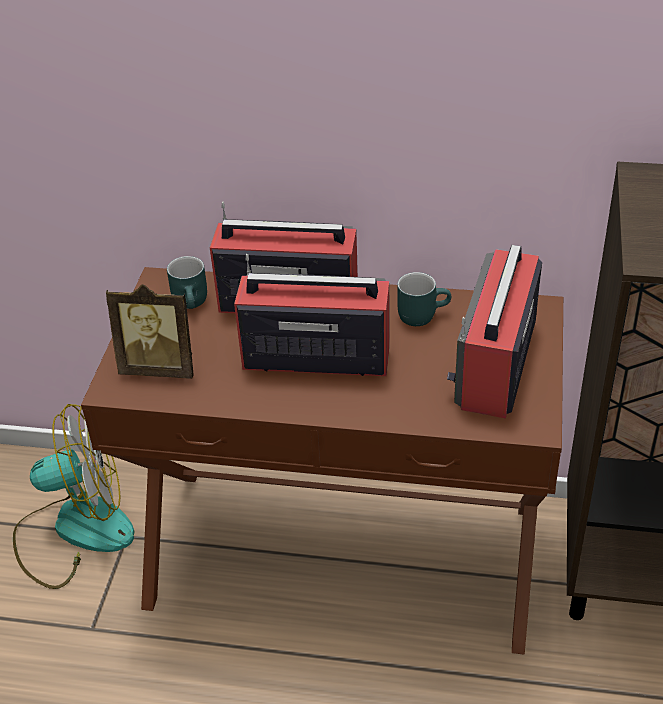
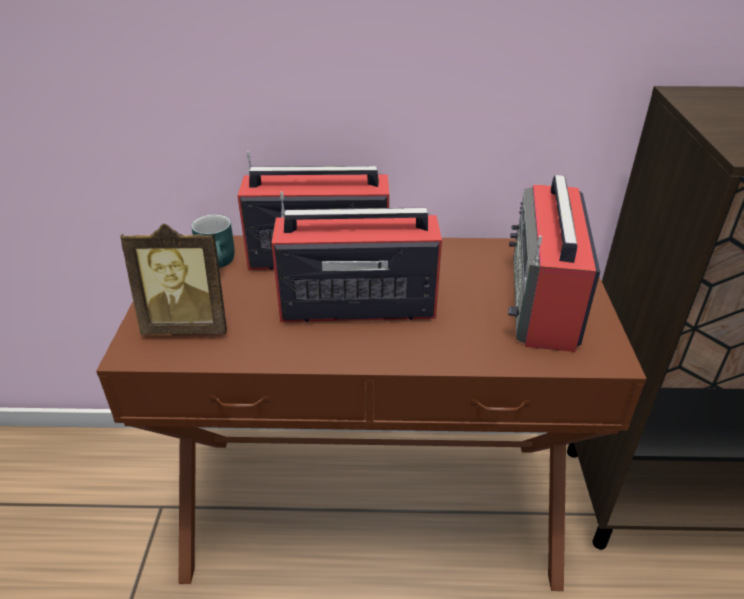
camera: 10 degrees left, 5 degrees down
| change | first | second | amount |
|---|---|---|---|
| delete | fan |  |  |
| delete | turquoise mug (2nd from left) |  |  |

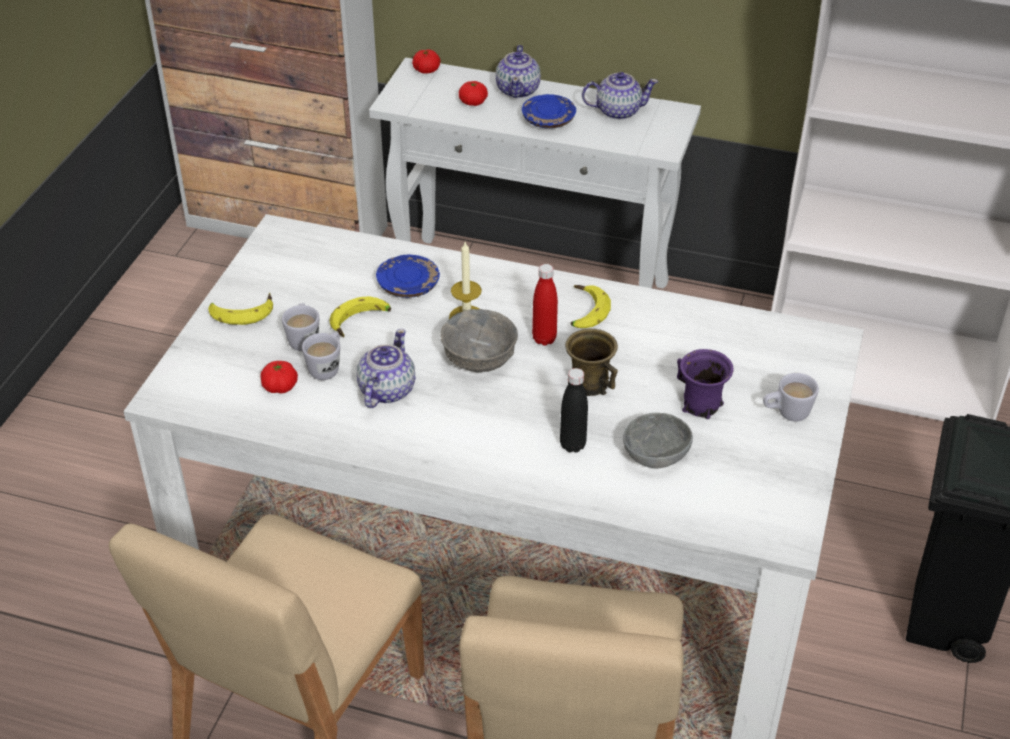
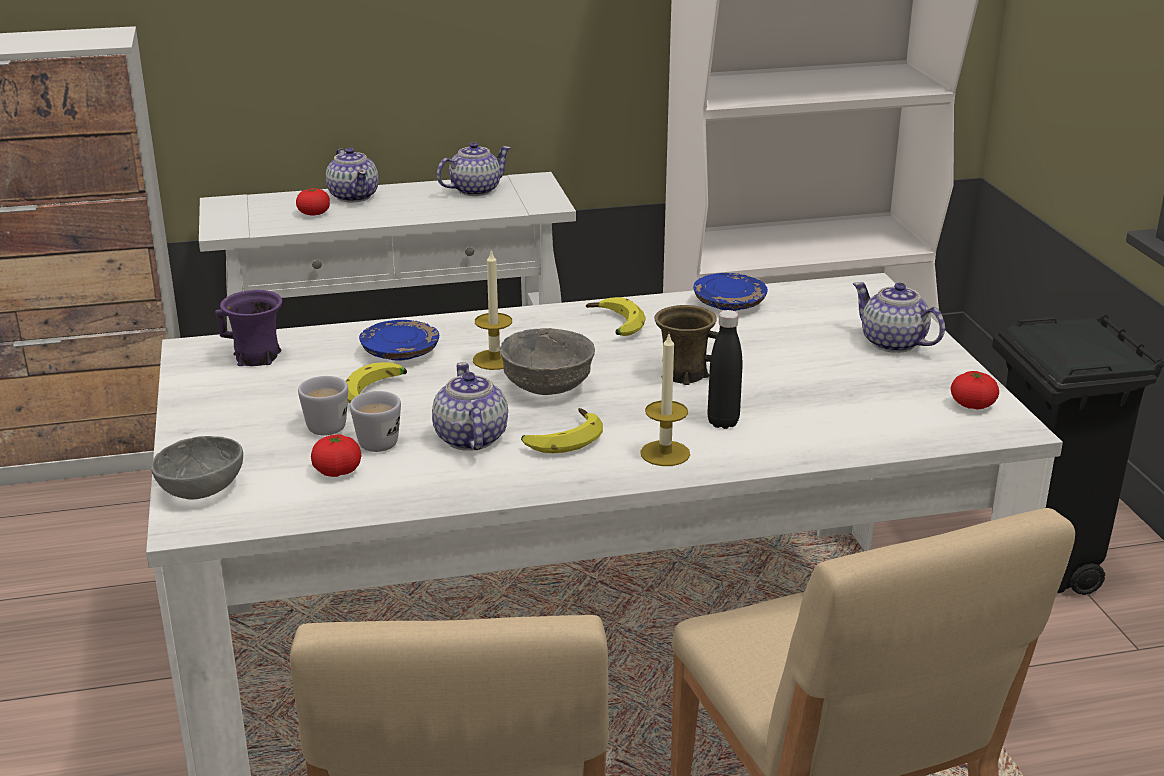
camera: 30 degrees left, 15 degrees down
| change | first | second | amount |
|---|---|---|---|
| move | banana (1st from left in the first image) | banana (2nd from left) |  |
| move | tomato (2nd from left in the first image) | tomato (3rd from left) |  |
| move | blue plate (2nd from left) |  |  |
| delete | red bottle |  |  |
| move | grey bowl (2nd from left in the first image) | grey bowl (1st from left) |  |
| move | purple mug |  |  |
| replace | white mug (3rd from left) | teapot (4th from left) |  |
| insert |  | candle (2nd from left) |  |

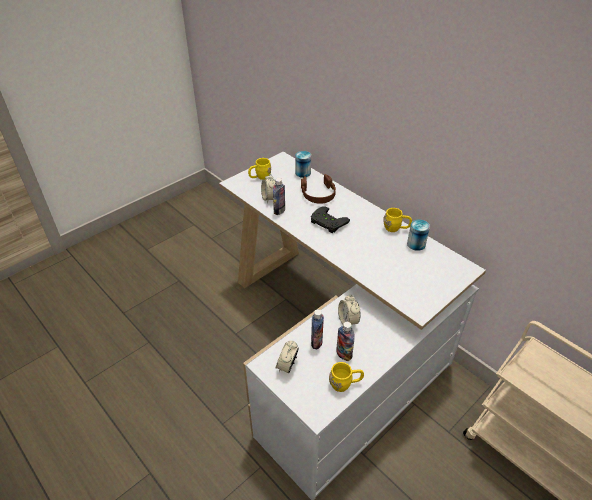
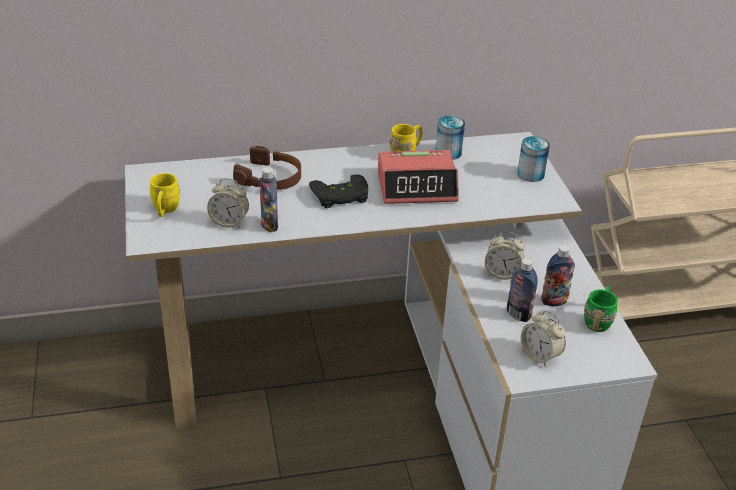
camera: 60 degrees left, 5 degrees down
| change | first | second | amount |
|---|---|---|---|
| move | can (1st from left in the first image) | can (2nd from left) |  |
| recolor | yellow mug (2nd from left) | green mug |  |
| insert |  | alarm clock (2nd from left) |  |

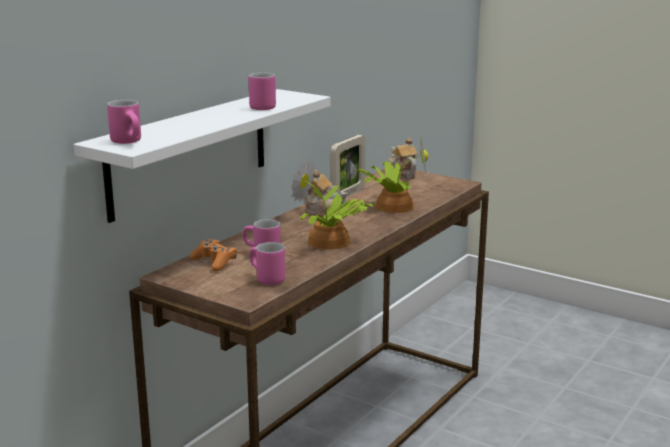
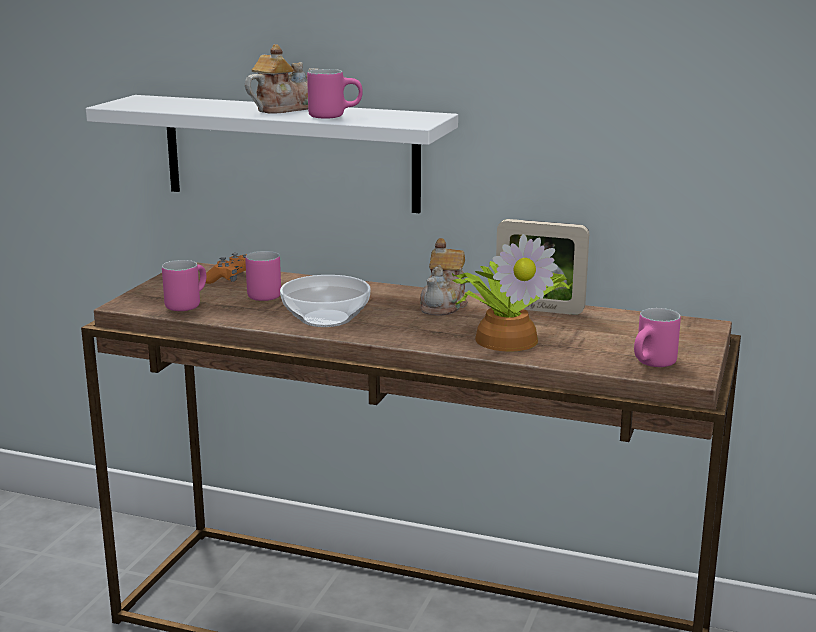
camera: 75 degrees right, 0 degrees up
| change | first | second | amount |
|---|---|---|---|
| move | pink mug (1st from left in the first image) | pink mug (4th from left) |  |
| replace | potted plant (1st from left) | bowl |  |
| move | teapot (2nd from left in the first image) | teapot (1st from left) |  |

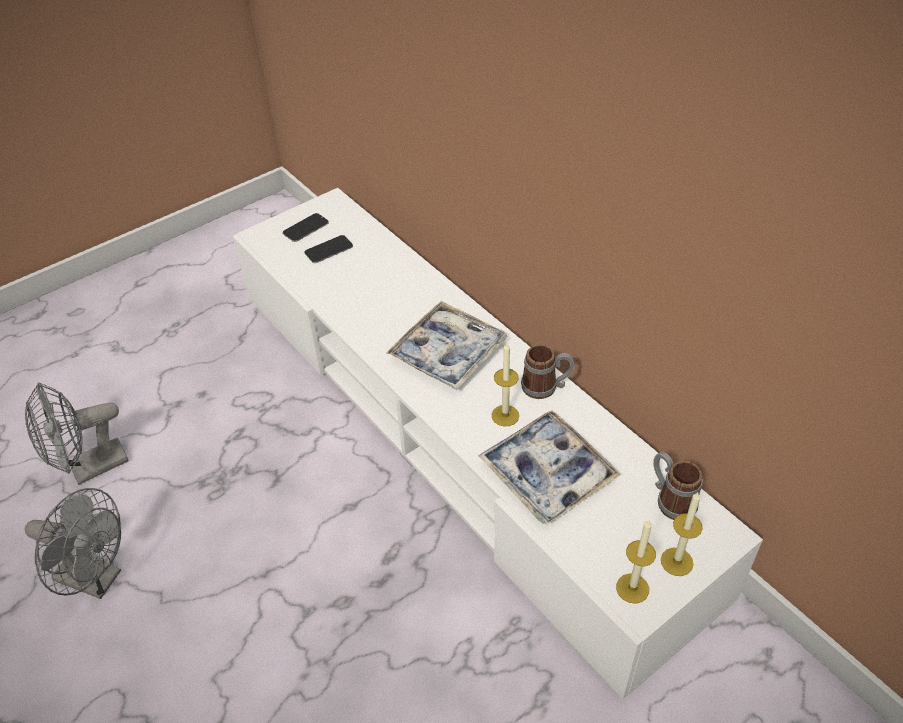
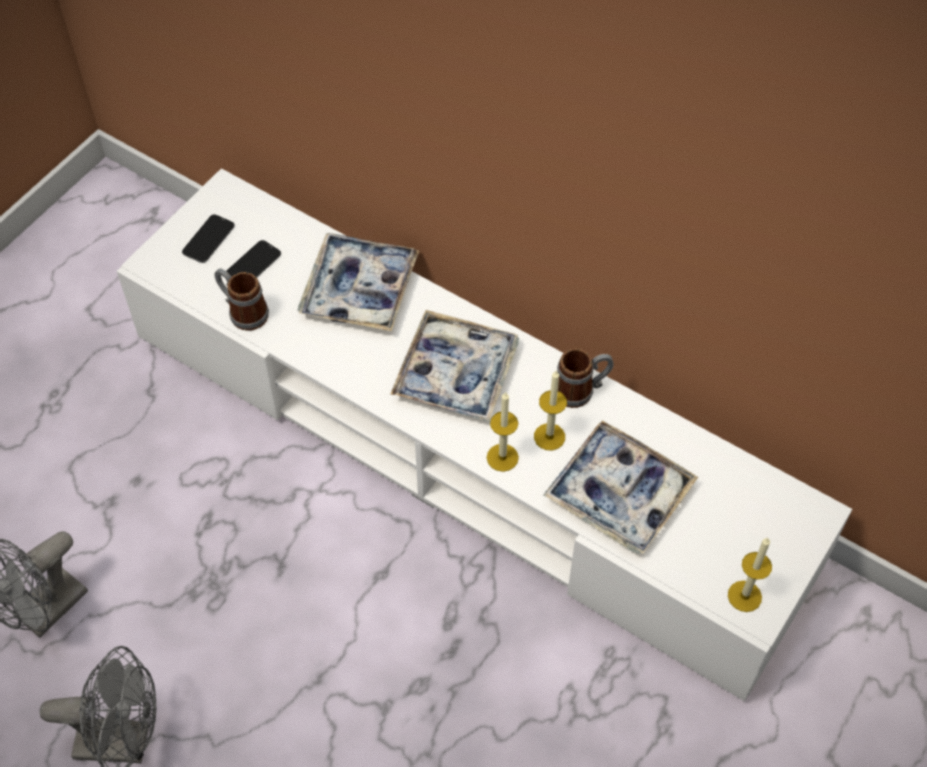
camera: 20 degrees left, 10 degrees up
| change | first | second | amount |
|---|---|---|---|
| move | mug (2nd from left in the first image) | mug (1st from left) |  |
| move | candle (3rd from left in the first image) | candle (1st from left) |  |
| insert |  | tray (1st from left) |  |

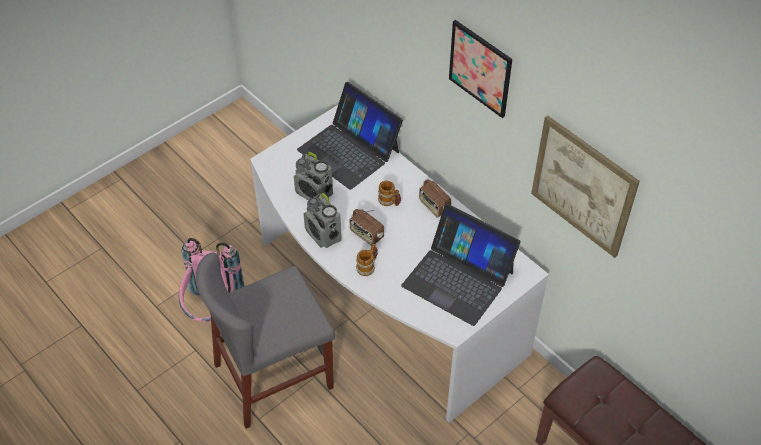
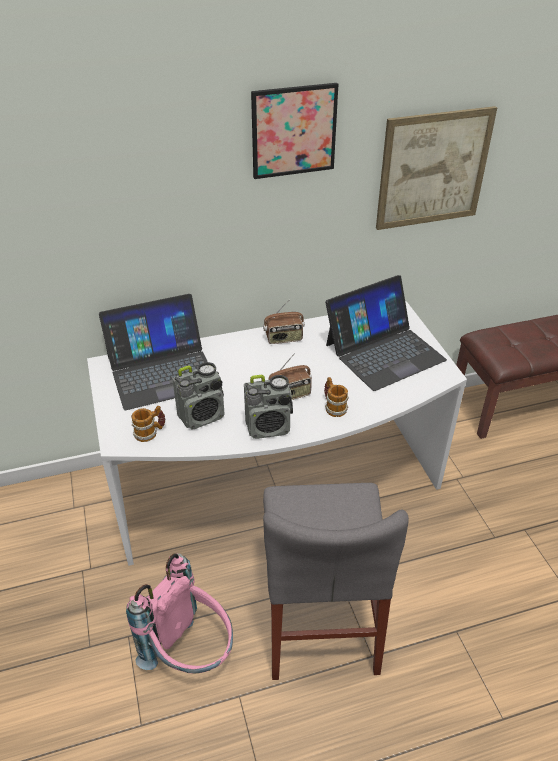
camera: 65 degrees left, 10 degrees down
| change | first | second | amount |
|---|---|---|---|
| move | mug (2nd from left in the first image) | mug (1st from left) |  |

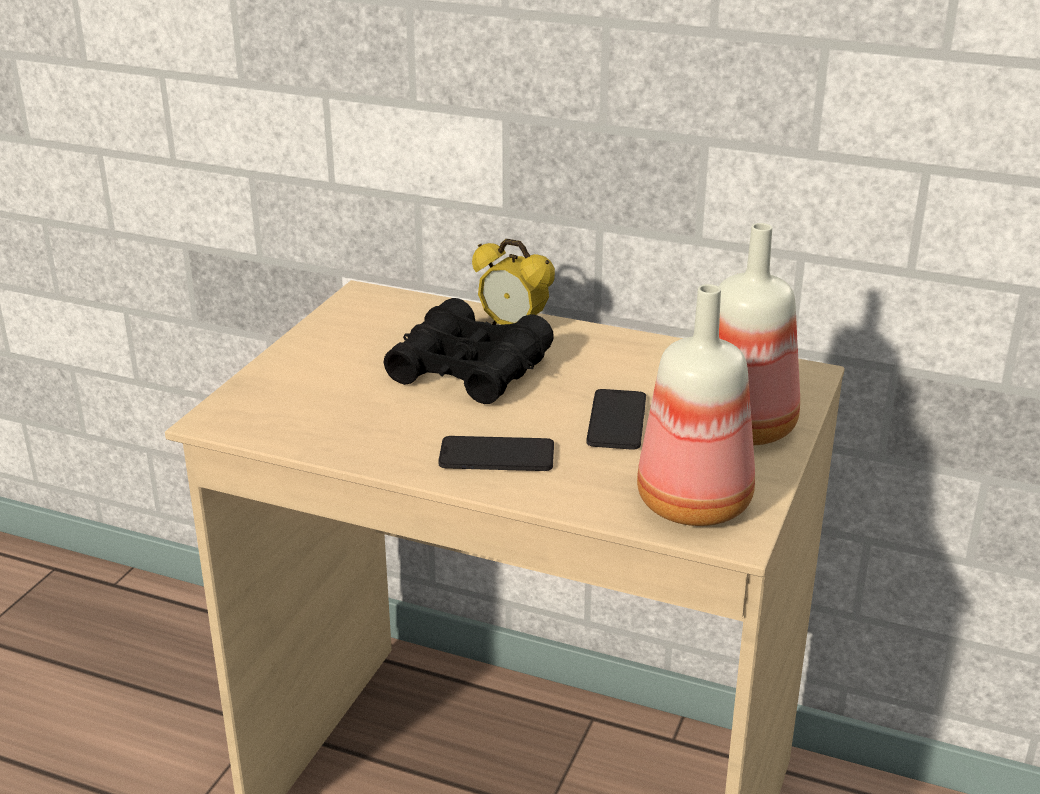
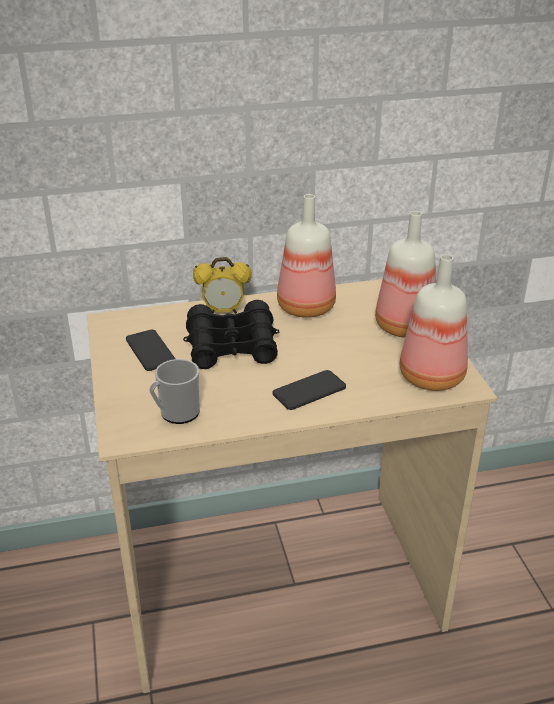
camera: 35 degrees left, 5 degrees up
| change | first | second | amount |
|---|---|---|---|
| move | phone (2nd from left in the first image) | phone (1st from left) |  |
| insert |  | mug |  |
| insert |  | bottle (1st from left) |  |

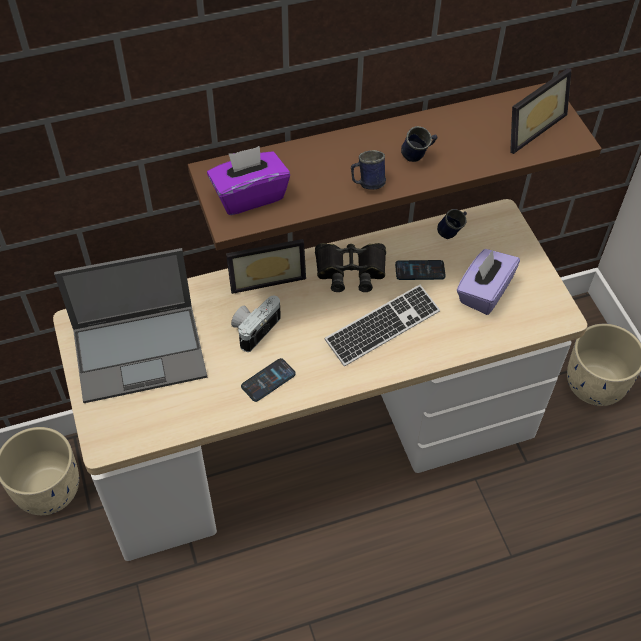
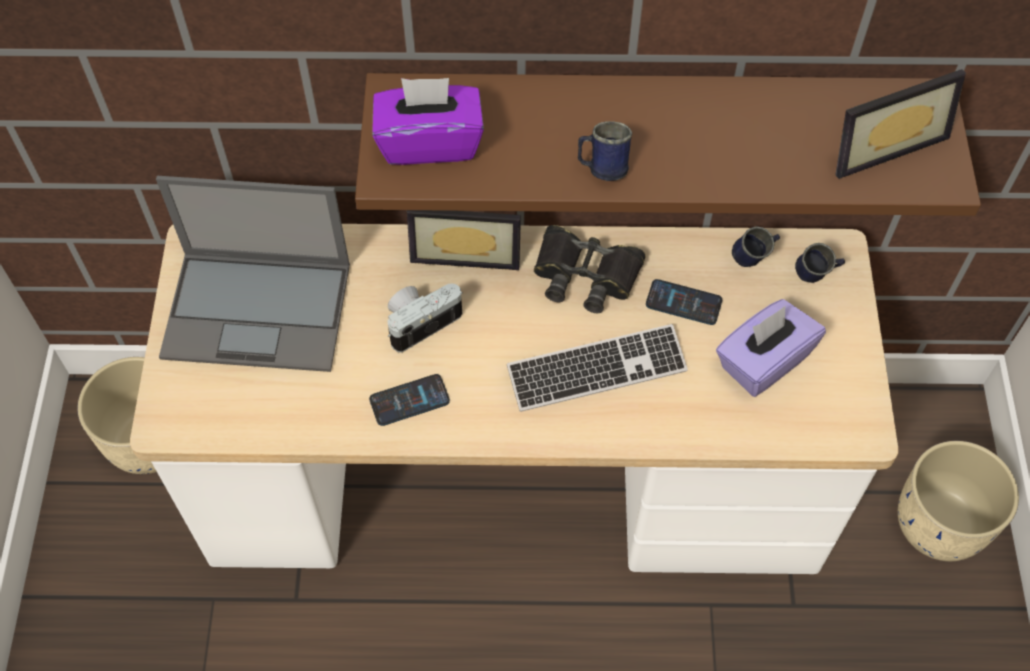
camera: 20 degrees right, 5 degrees up
| change | first | second | amount |
|---|---|---|---|
| move | blue mug (2nd from left in the first image) | blue mug (3rd from left) |  |

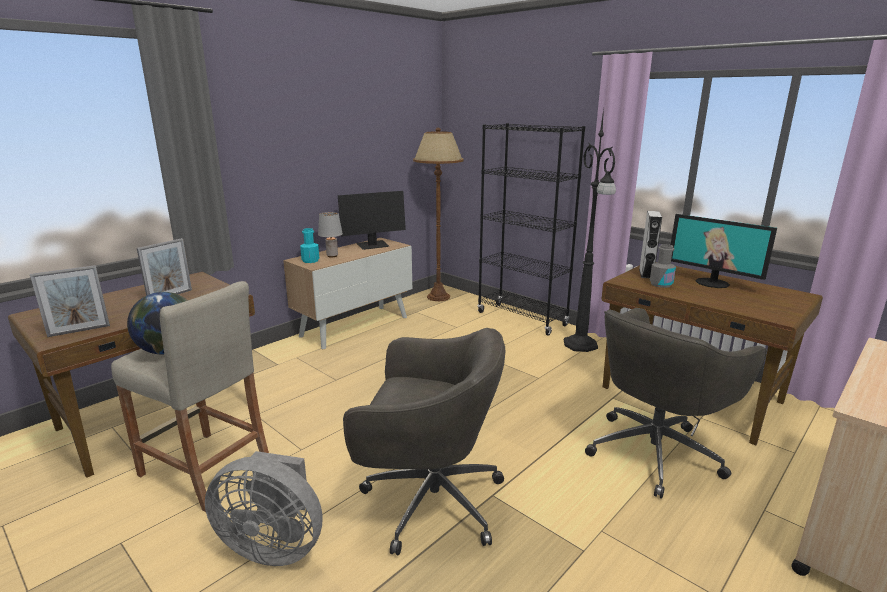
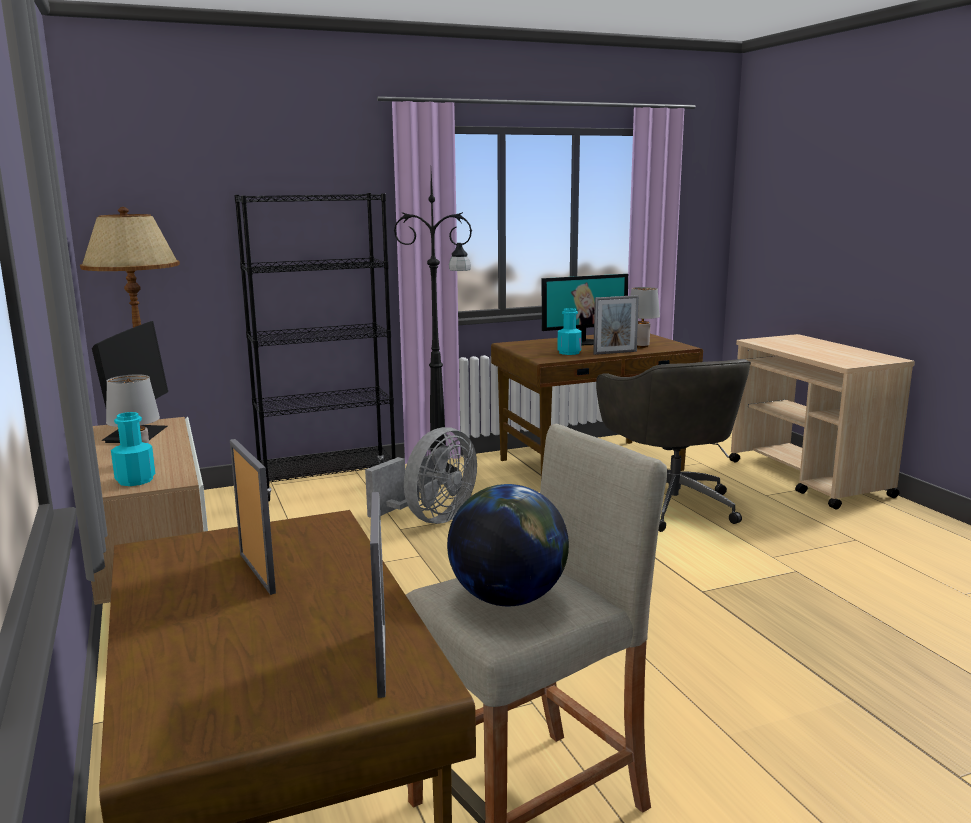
camera: 65 degrees left, 5 degrees down
| change | first | second | amount |
|---|---|---|---|
| move | grey fan |  |  |
| delete | grey office chair (1st from left) |  |  |
| delete | grey speaker |  |  |
| recolor | grey bottle | turquoise bottle (2nd from left) |  |
| insert |  | picture frame (3rd from left) |  |
| insert |  | grey table lamp (2nd from left) |  |

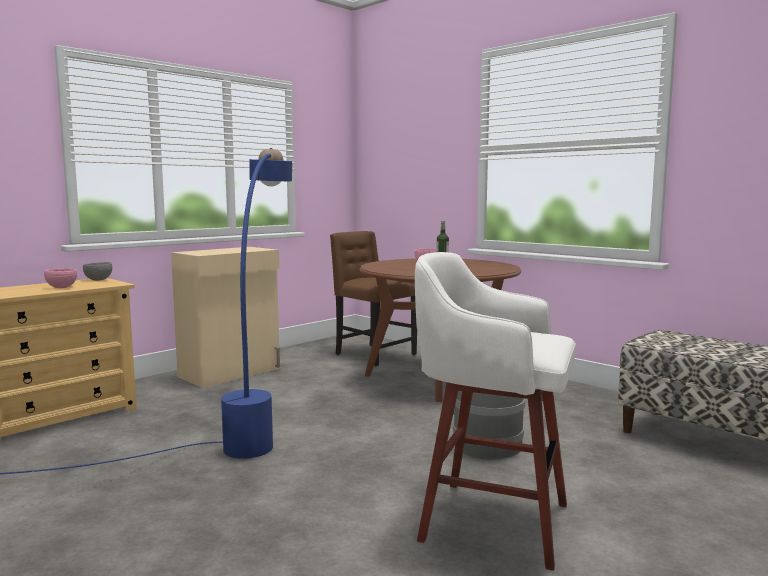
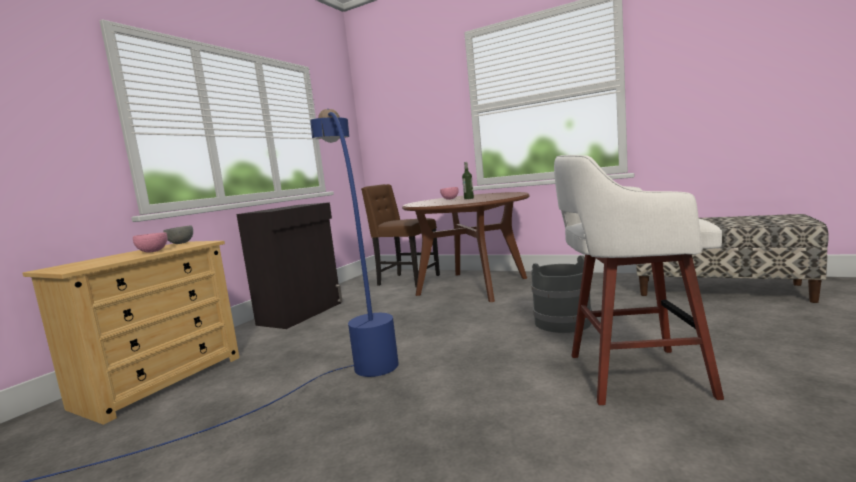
camera: 15 degrees left, 0 degrees up
| change | first | second | amount |
|---|---|---|---|
| recolor | beige cabinet | black cabinet |  |

